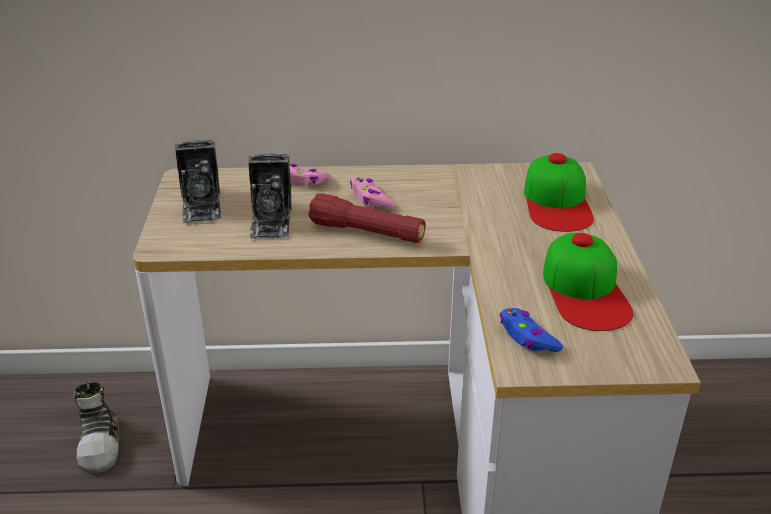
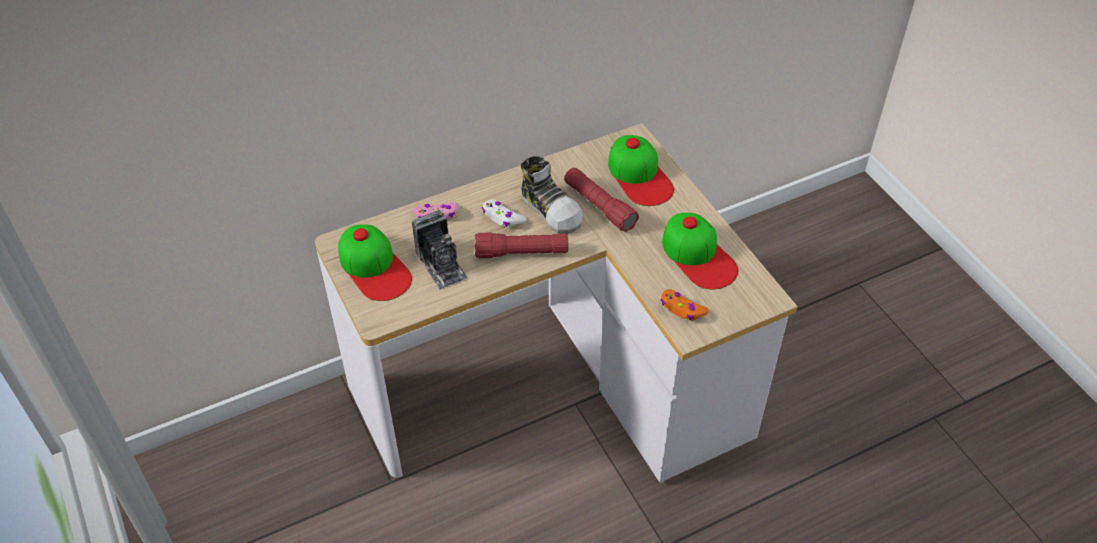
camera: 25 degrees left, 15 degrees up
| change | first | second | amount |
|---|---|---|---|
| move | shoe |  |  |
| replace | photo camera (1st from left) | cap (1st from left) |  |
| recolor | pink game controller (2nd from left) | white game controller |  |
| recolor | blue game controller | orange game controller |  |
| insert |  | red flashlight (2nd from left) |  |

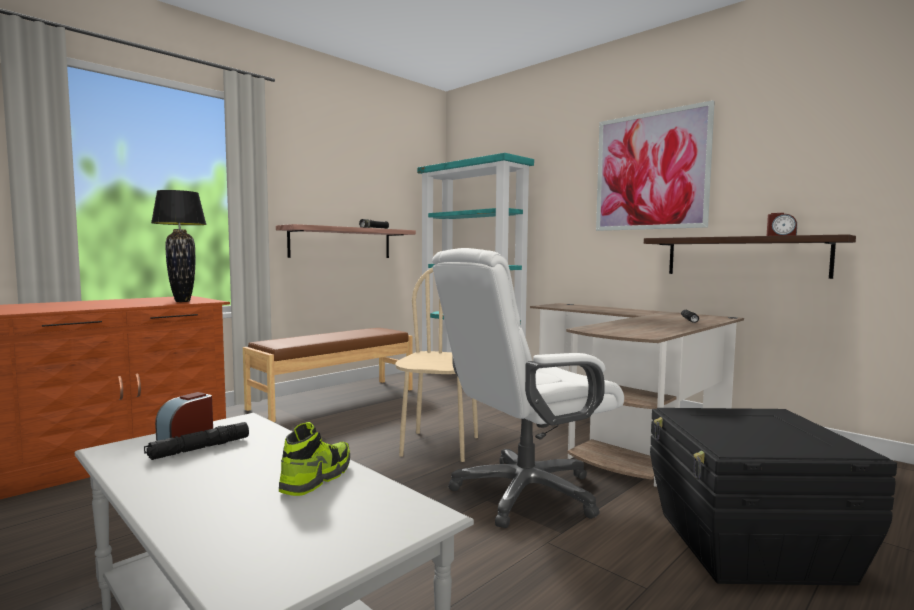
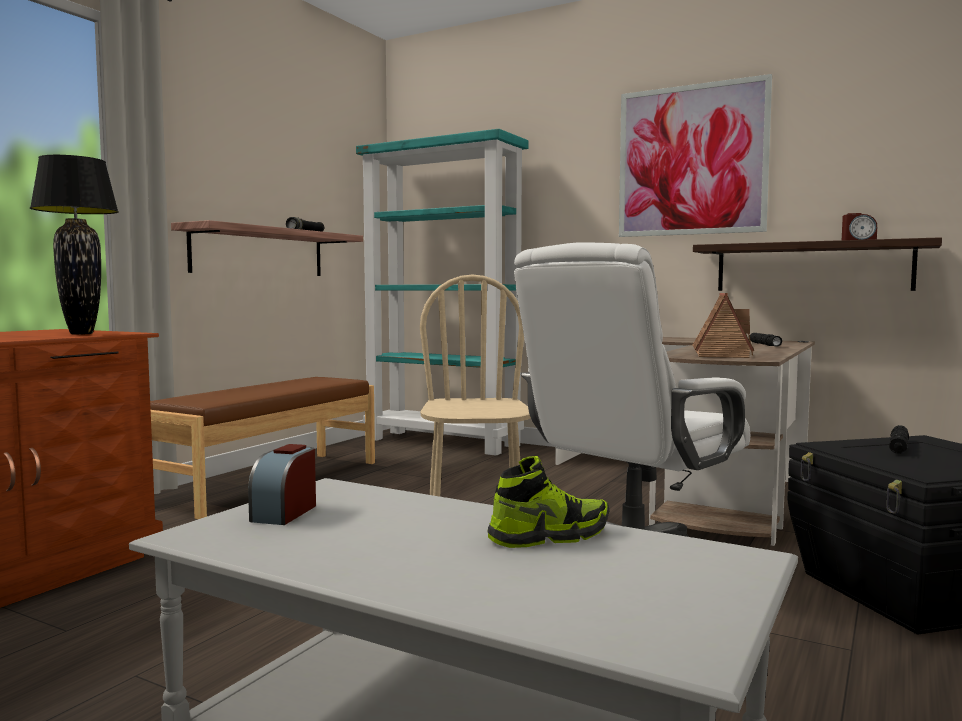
camera: 15 degrees left, 0 degrees up
| change | first | second | amount |
|---|---|---|---|
| move | black flashlight (1st from left in the first image) | black flashlight (3rd from left) |  |
| rotate | shoe |  | 60 degrees clockwise |
| insert |  | toy house |  |

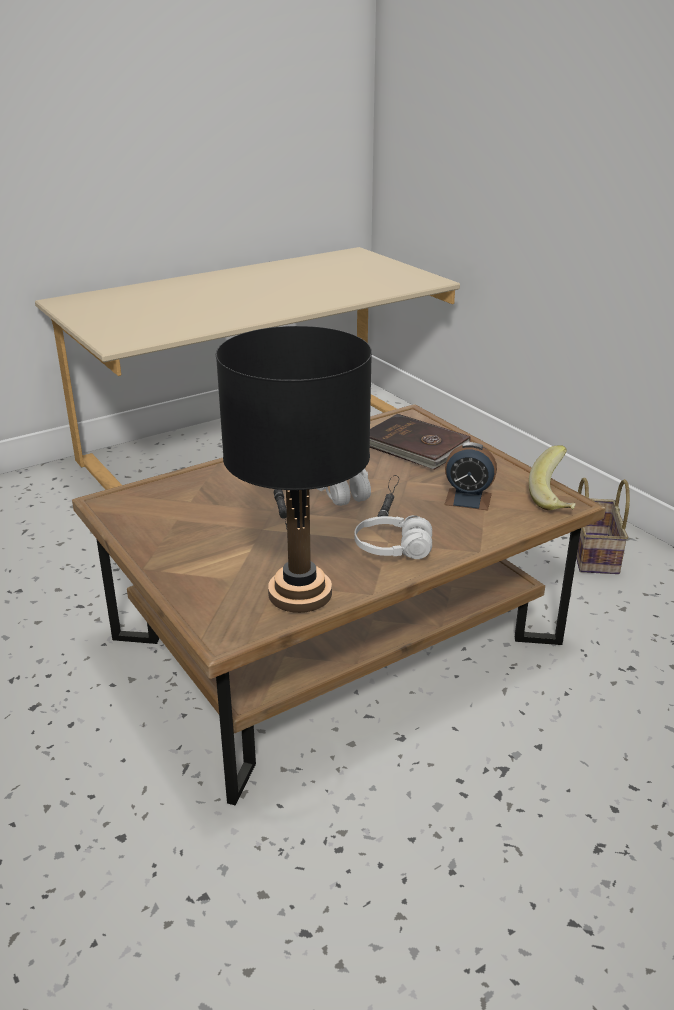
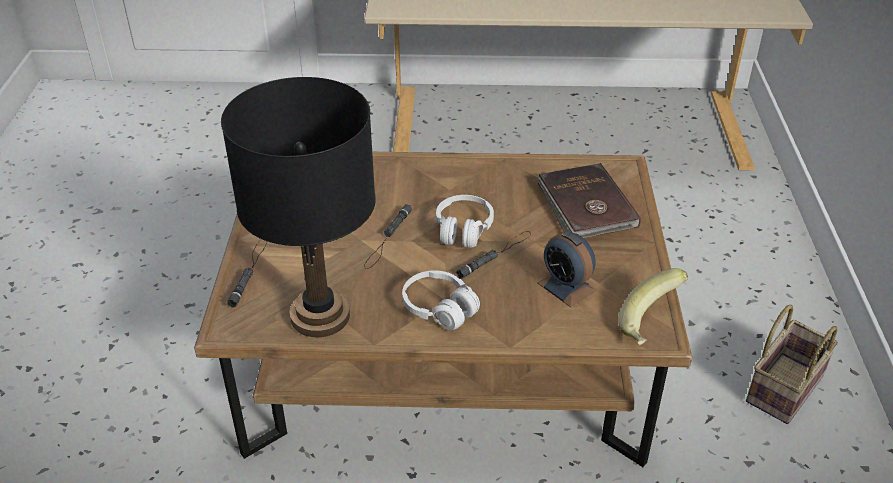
camera: 35 degrees right, 10 degrees up
| change | first | second | amount |
|---|---|---|---|
| insert |  | black flashlight (1st from left) |  |

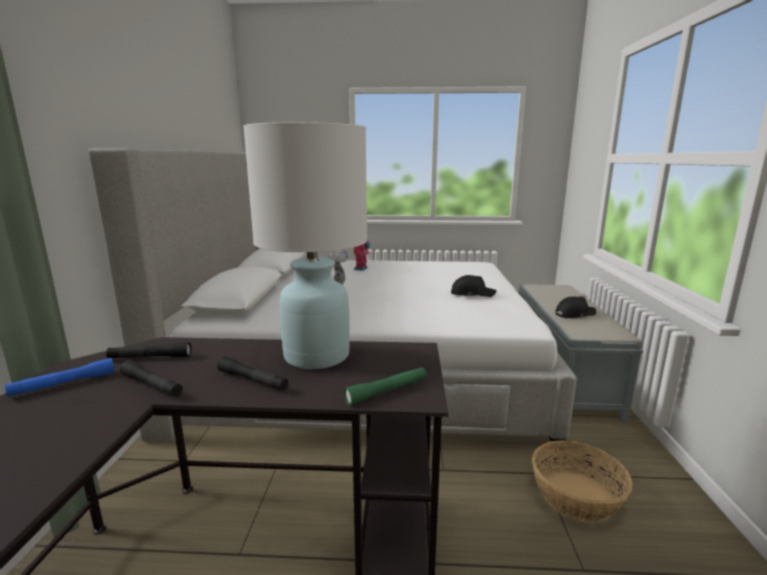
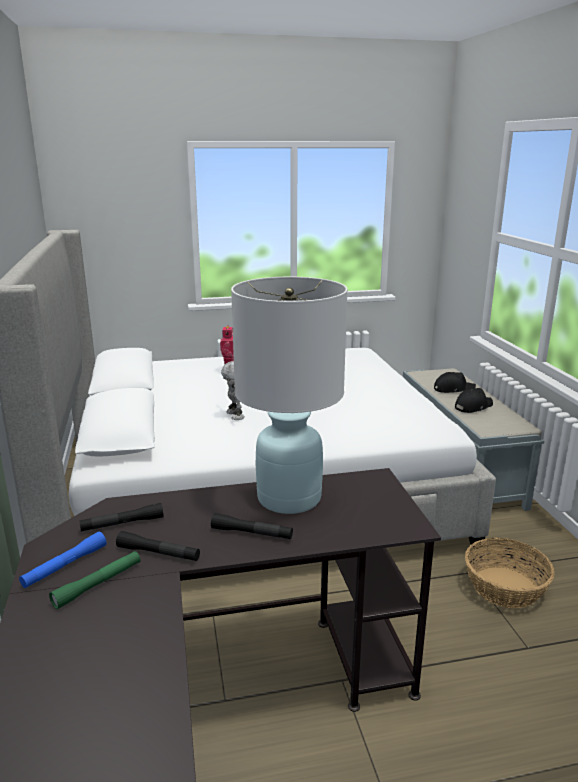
camera: 15 degrees left, 5 degrees up
| change | first | second | amount |
|---|---|---|---|
| move | green flashlight |  |  |
| move | black cap (1st from left) |  |  |

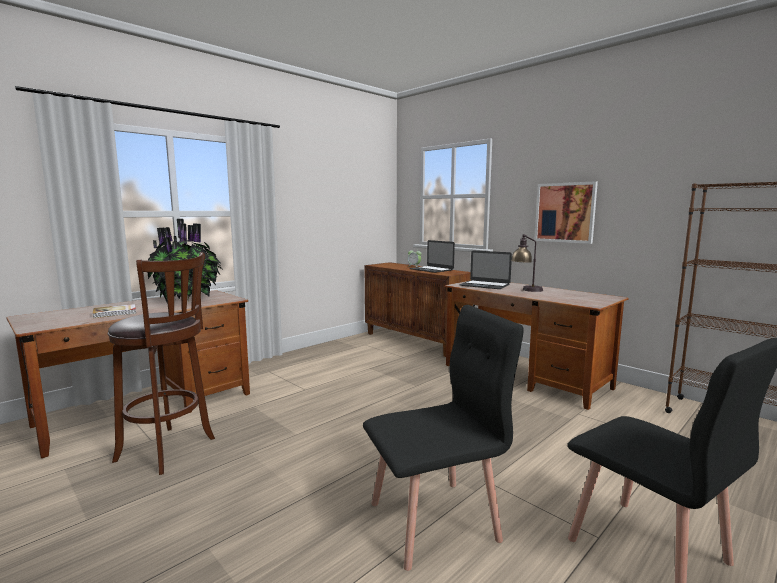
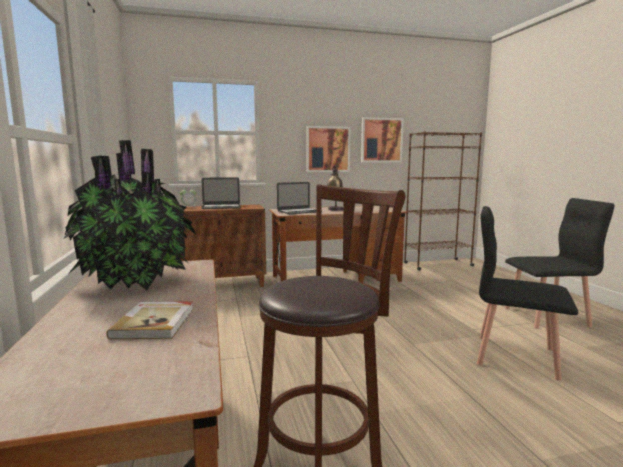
camera: 60 degrees left, 0 degrees up
| change | first | second | amount |
|---|---|---|---|
| rotate | black chair (1st from left) |  | 75 degrees counterclockwise |
| insert |  | picture (2nd from left) |  |

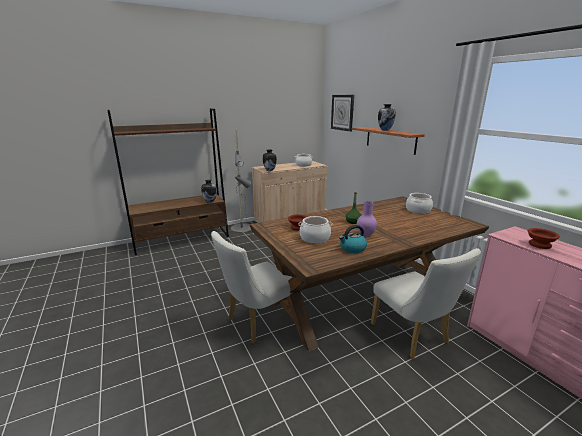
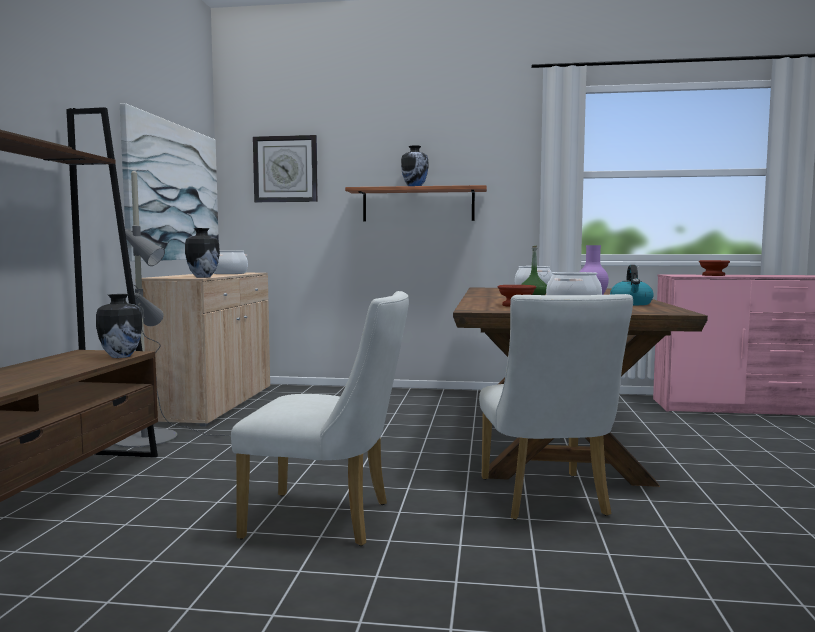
camera: 55 degrees left, 15 degrees down
| change | first | second | amount |
|---|---|---|---|
| move | white chair (2nd from left in the first image) | white chair (1st from left) |  |
| insert |  | picture |  |

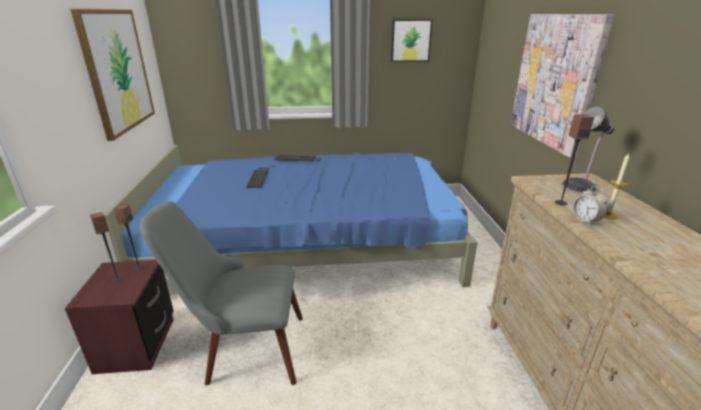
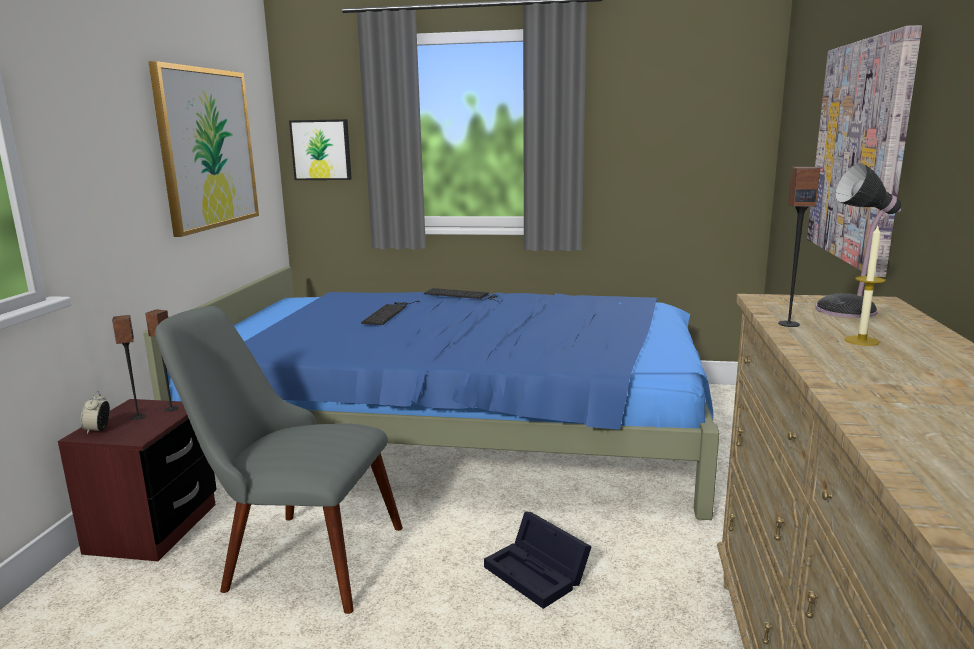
camera: 15 degrees right, 10 degrees down
| change | first | second | amount |
|---|---|---|---|
| move | picture (2nd from left) |  |  |
| move | alarm clock |  |  |
| insert |  | black storage box |  |

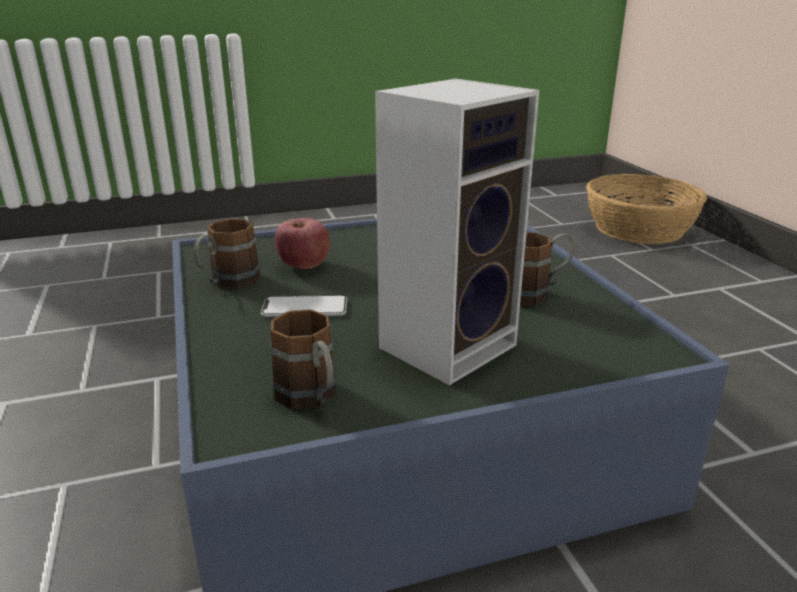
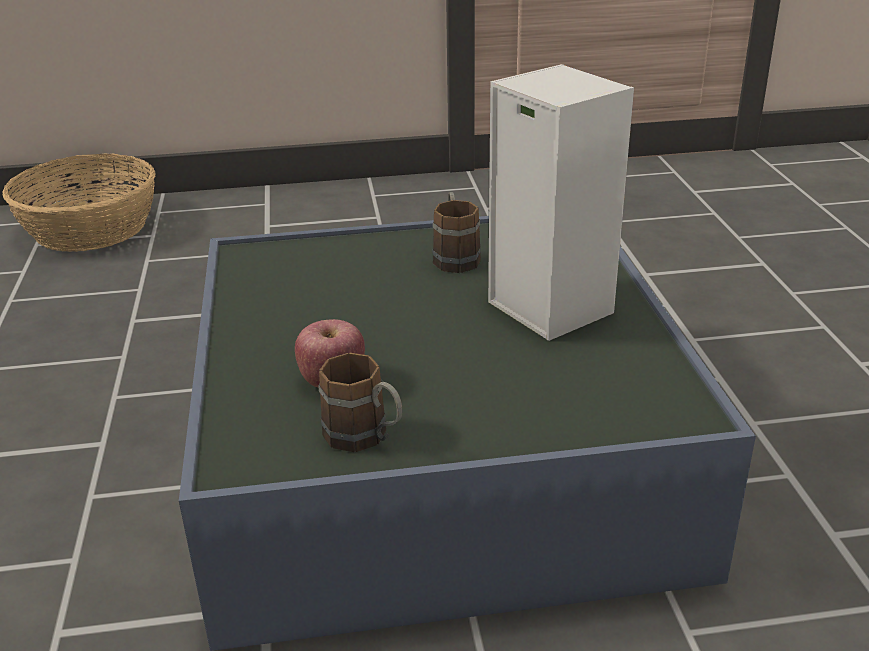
camera: 80 degrees left, 5 degrees up
| change | first | second | amount |
|---|---|---|---|
| delete | phone |  |  |
| delete | brown mug (2nd from left) |  |  |

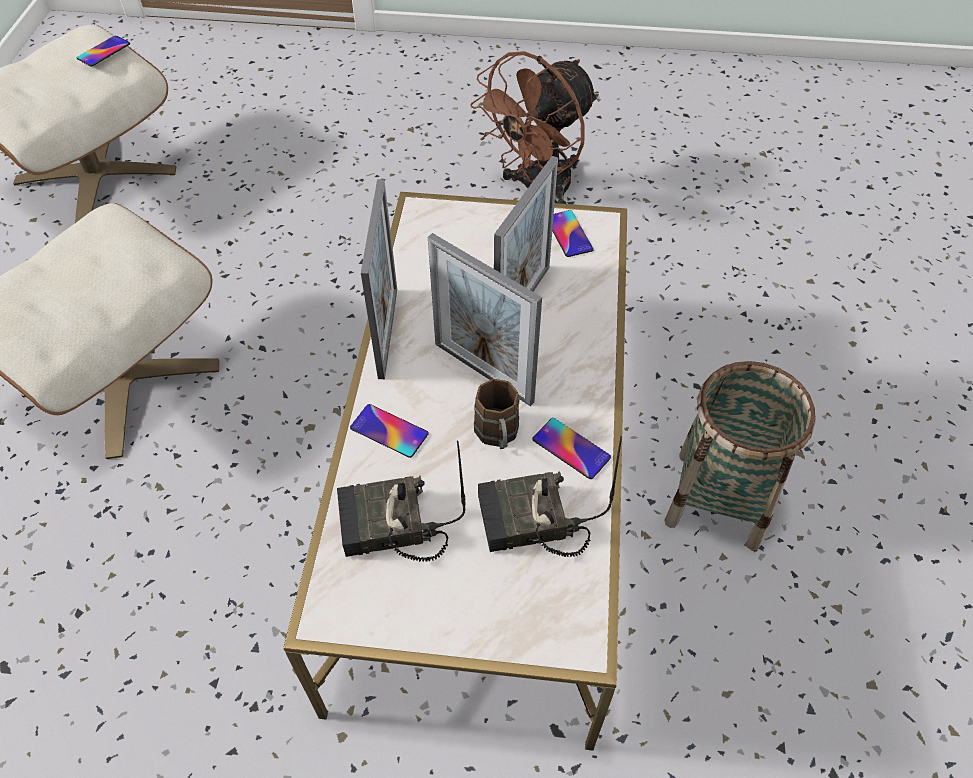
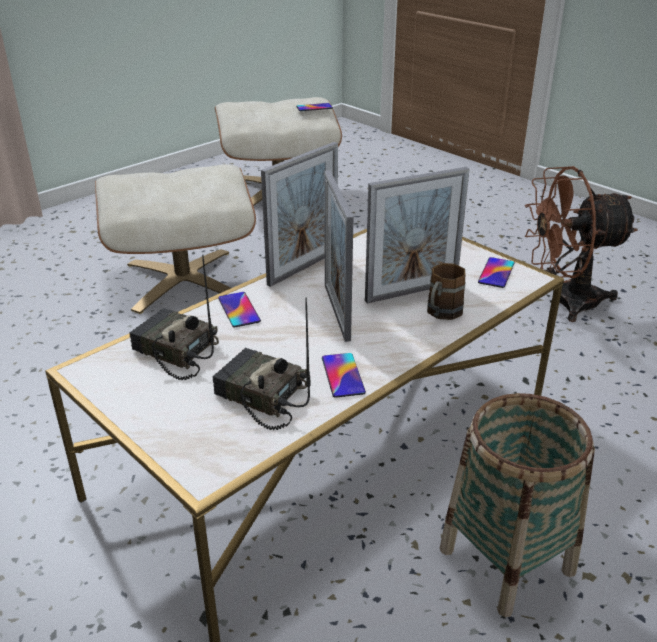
camera: 40 degrees right, 20 degrees down
| change | first | second | amount |
|---|---|---|---|
| move | brown mug |  |  |

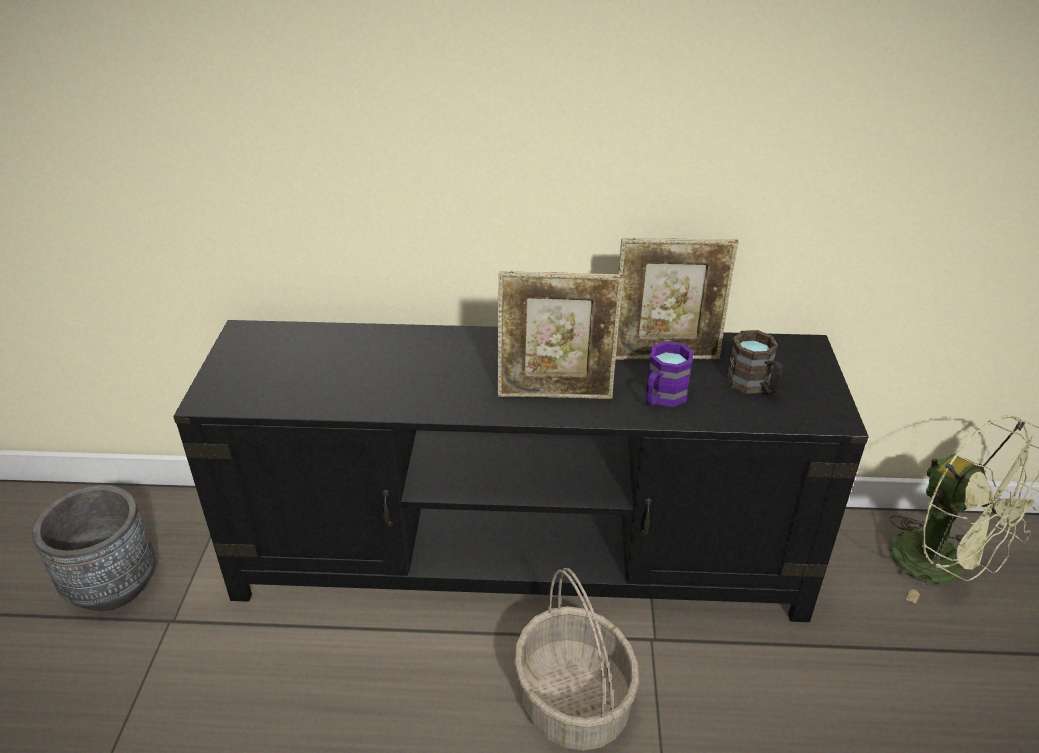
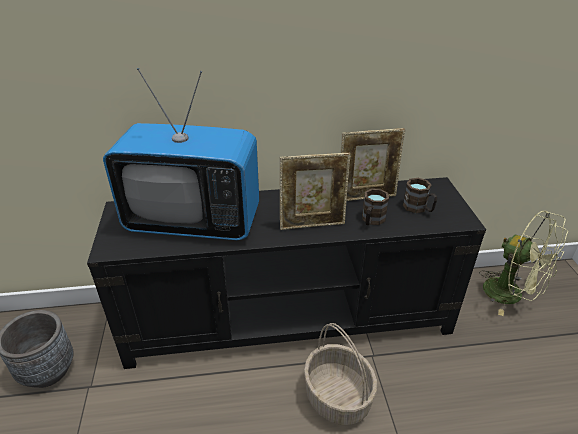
camera: 10 degrees left, 0 degrees up
| change | first | second | amount |
|---|---|---|---|
| recolor | purple mug | brown mug (1st from left) |  |
| insert |  | television |  |

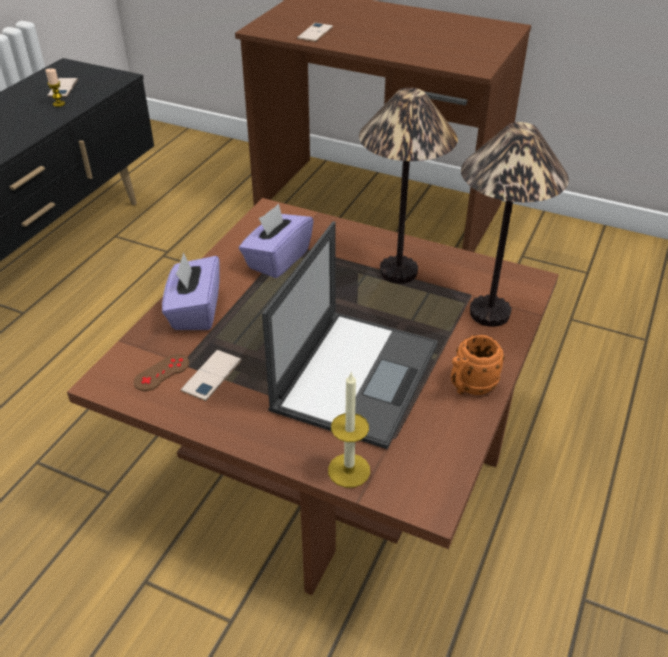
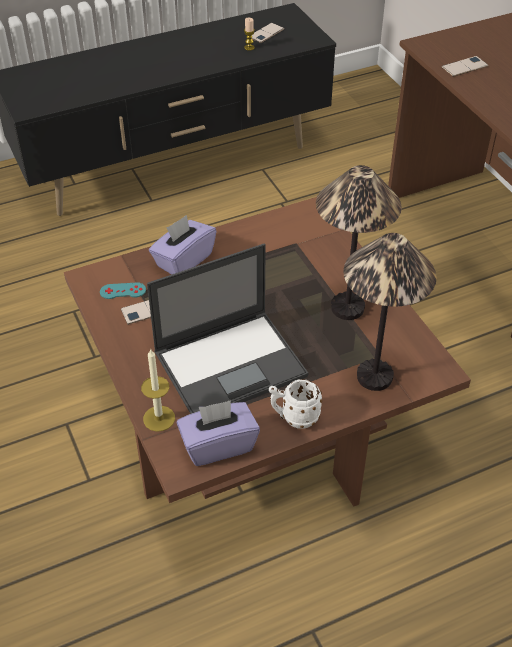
camera: 40 degrees right, 5 degrees up
| change | first | second | amount |
|---|---|---|---|
| recolor | brown game controller | turquoise game controller |  |
| move | purple tissue box (2nd from left) |  |  |
| recolor | orange mug | white mug |  |

